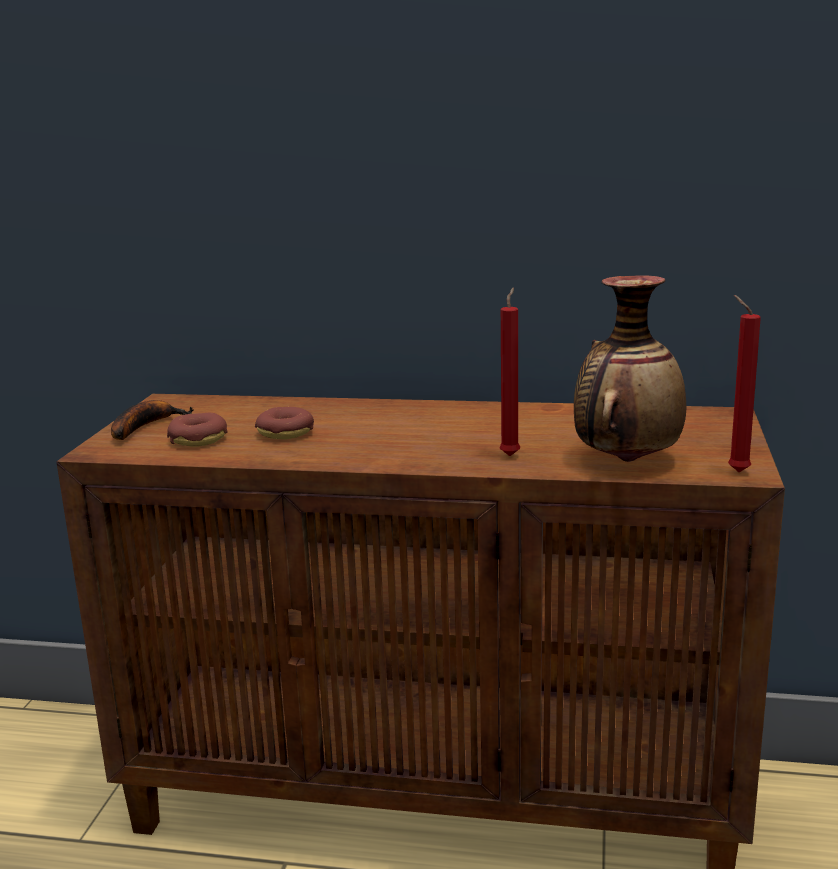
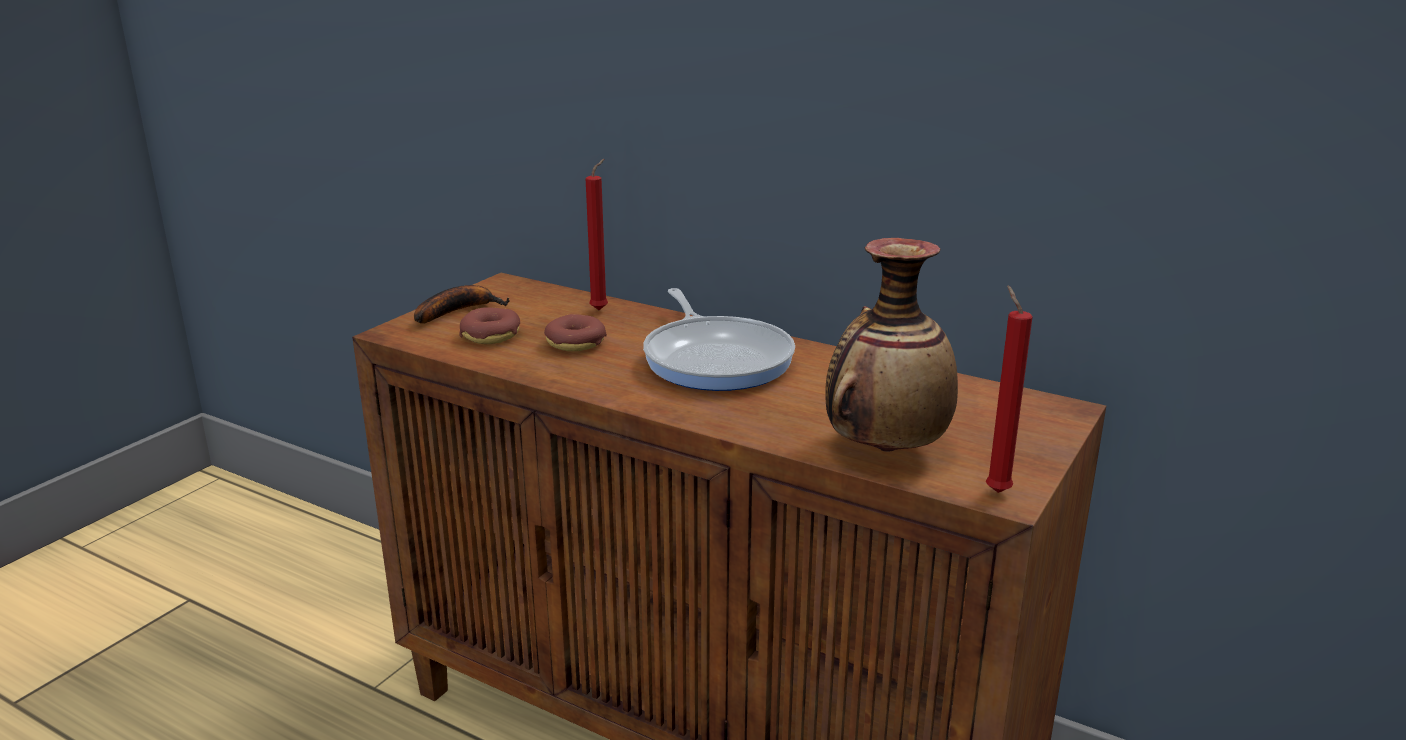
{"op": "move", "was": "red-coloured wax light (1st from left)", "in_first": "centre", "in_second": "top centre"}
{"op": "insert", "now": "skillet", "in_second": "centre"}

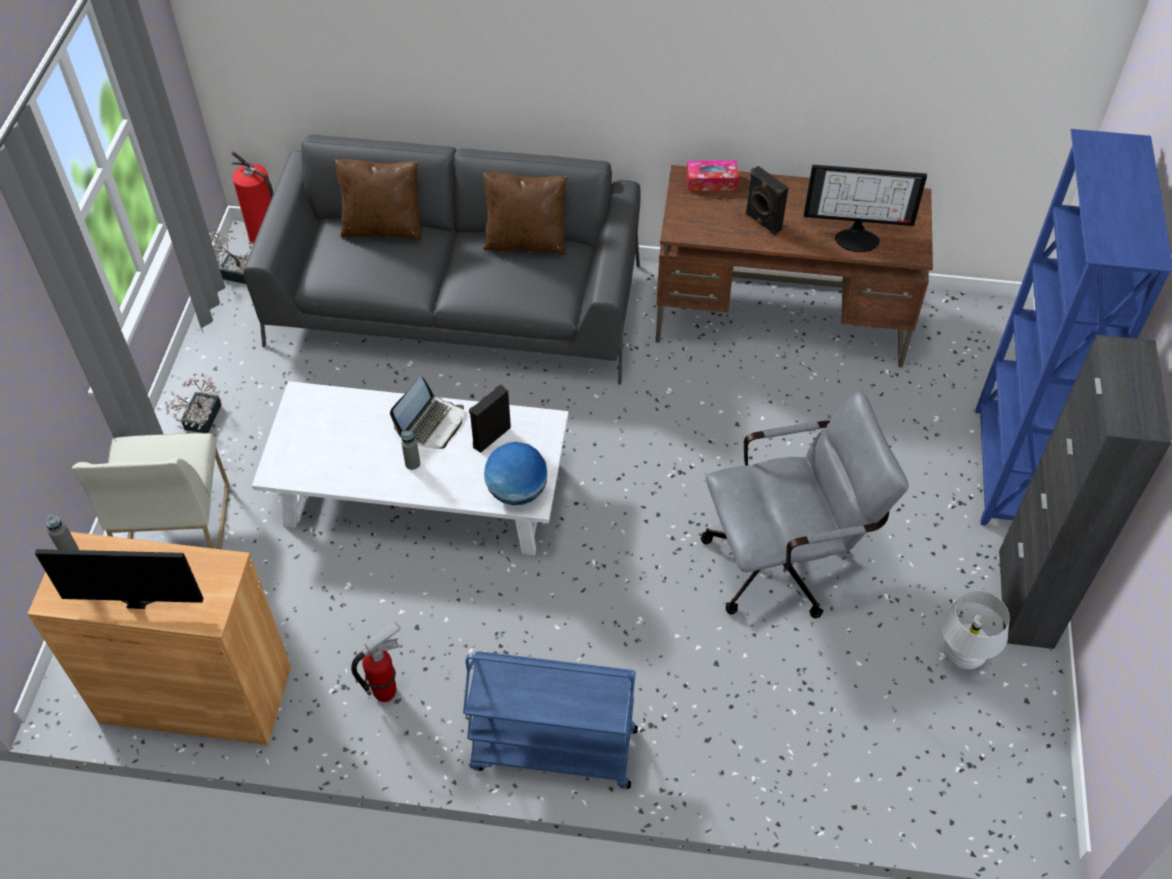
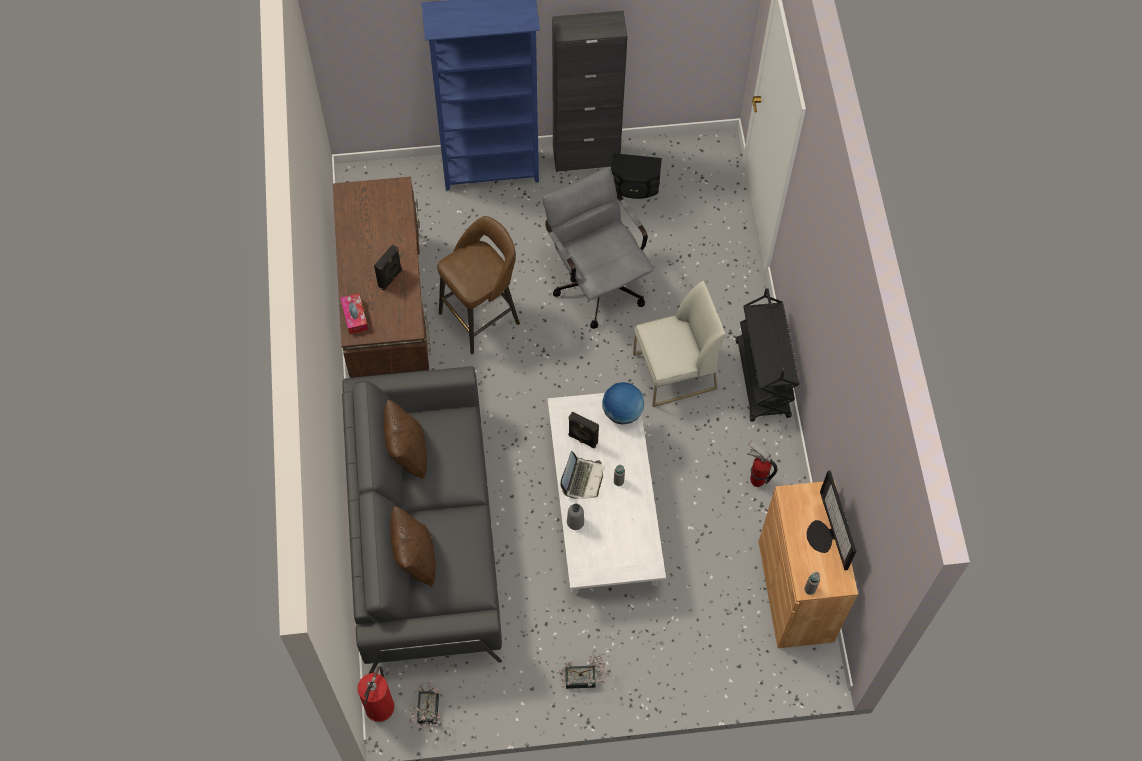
{"op": "move", "was": "white upright chair", "in_first": "middle left", "in_second": "centre"}
{"op": "rotate", "was": "portable computer", "in_first": "centre", "in_second": "centre", "clockwise": 90}
{"op": "recolor", "was": "blue wheeled cart", "now": "blackish wheeled cart", "in_first": "bottom centre", "in_second": "middle right"}
{"op": "delete", "was": "computer screen (2nd from left)", "in_first": "top right"}
{"op": "replace", "was": "white tabletop lamp", "now": "blackish speaker (3rd from left)", "in_first": "bottom right", "in_second": "top centre"}
{"op": "insert", "now": "brownish sitting stool", "in_second": "centre"}
{"op": "insert", "now": "gray drink bottle (1st from left)", "in_second": "bottom centre"}

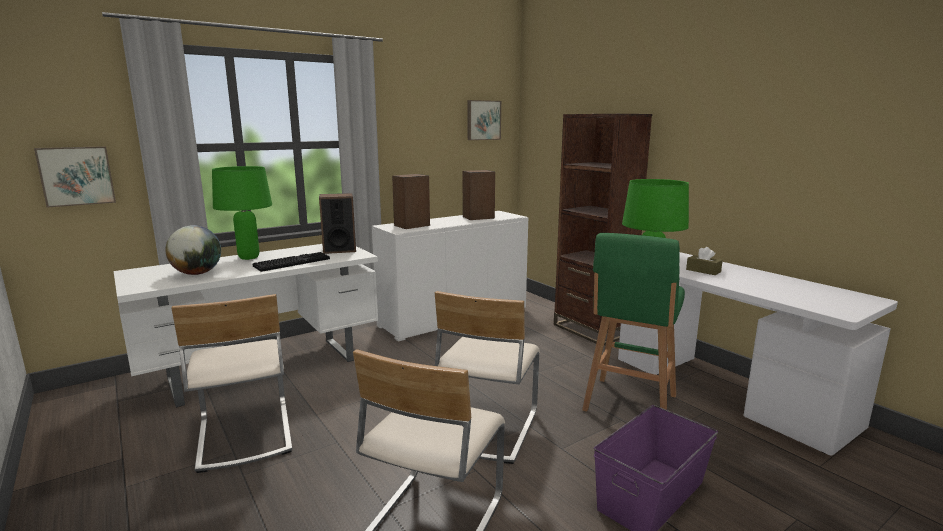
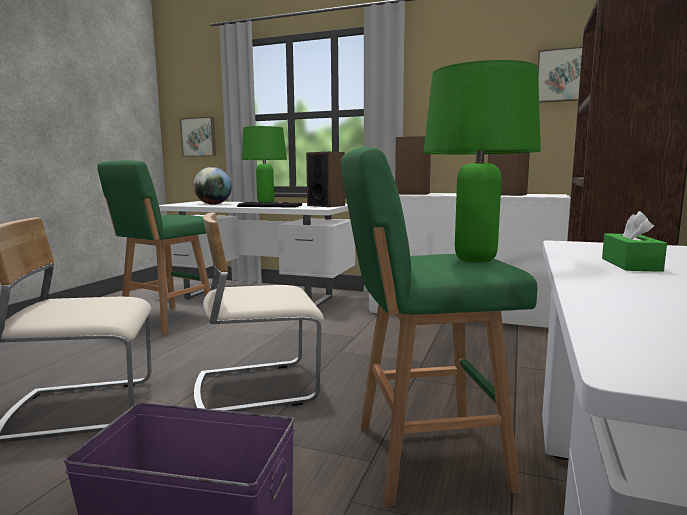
{"op": "replace", "was": "beige-coloured upright chair (1st from left)", "now": "green-coloured sitting stool (1st from left)", "in_first": "bottom left", "in_second": "middle left"}
{"op": "recolor", "was": "brownish tissue holder", "now": "green-coloured tissue holder", "in_first": "middle right", "in_second": "middle right"}

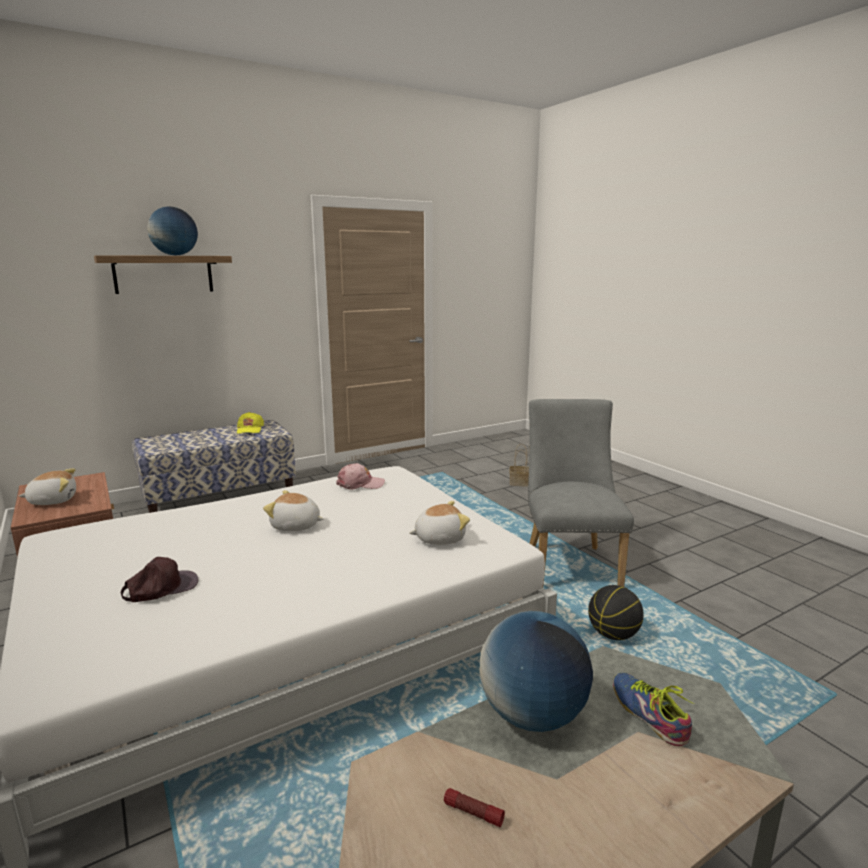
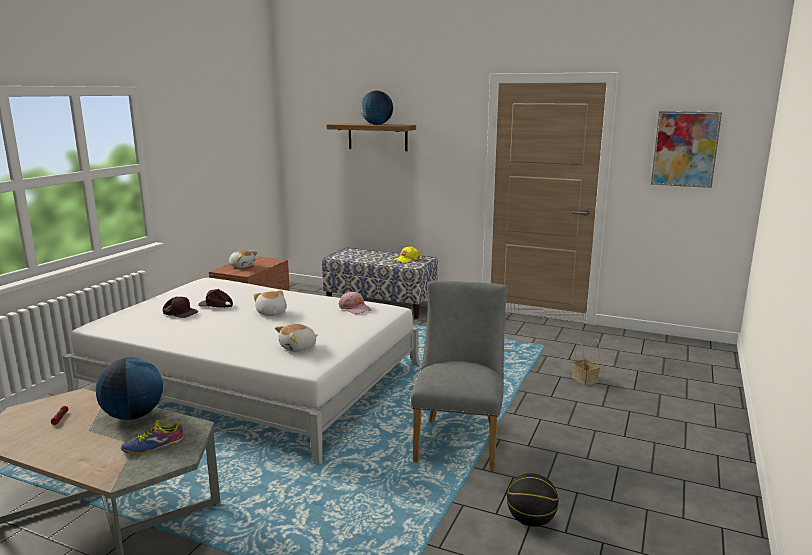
{"op": "rotate", "was": "soft toy (3rd from left)", "in_first": "centre", "in_second": "centre", "clockwise": 105}
{"op": "rotate", "was": "gray upright chair", "in_first": "middle right", "in_second": "bottom centre", "clockwise": -45}
{"op": "move", "was": "basketball", "in_first": "bottom right", "in_second": "bottom centre"}
{"op": "rotate", "was": "low shoe", "in_first": "bottom right", "in_second": "bottom left", "clockwise": -150}
{"op": "insert", "now": "brownish baseball cap (2nd from left)", "in_second": "middle left"}
{"op": "insert", "now": "wall art", "in_second": "top right"}

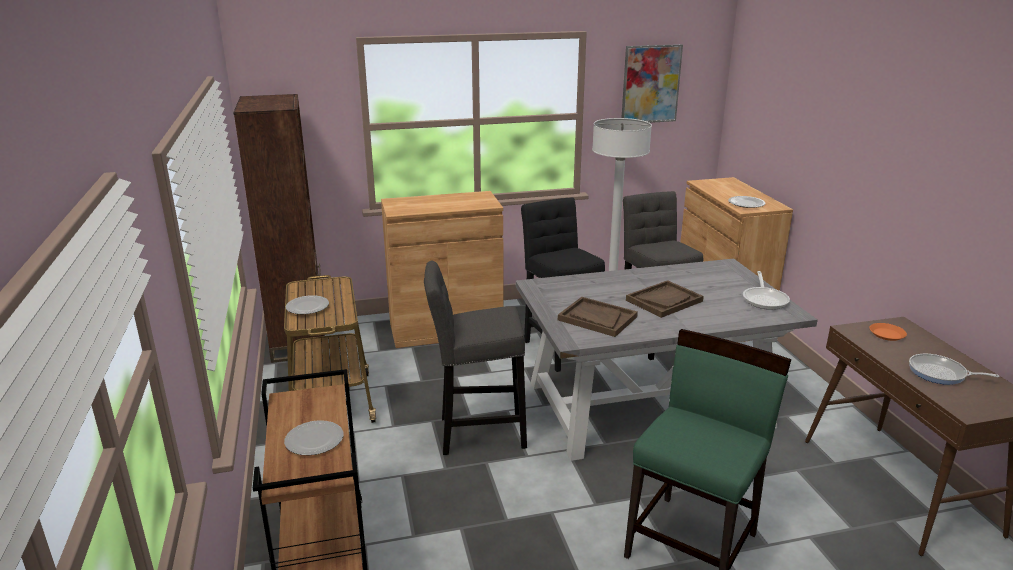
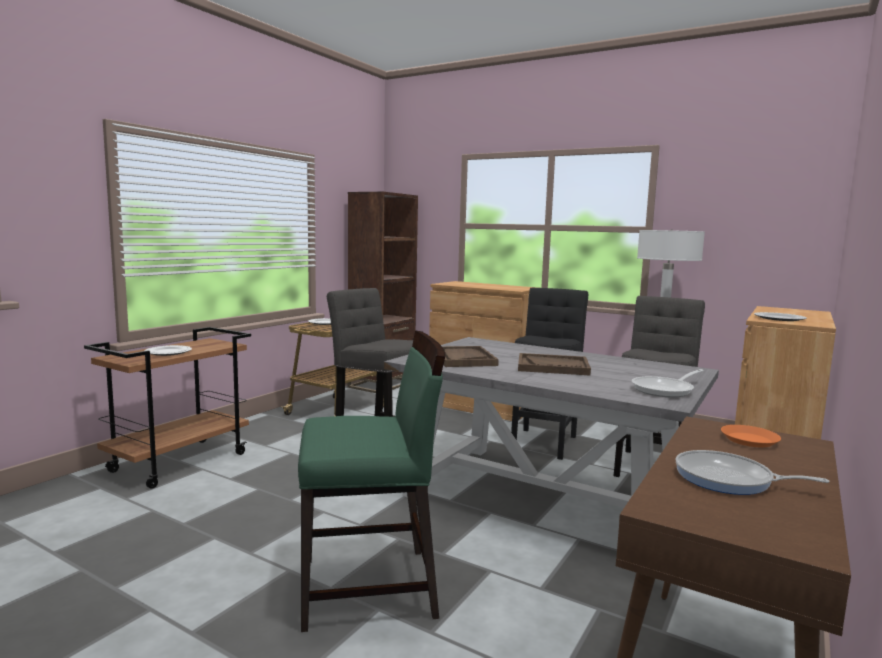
{"op": "delete", "was": "wall art", "in_first": "top centre"}
{"op": "rotate", "was": "skillet (2nd from left)", "in_first": "middle right", "in_second": "bottom right", "clockwise": -45}

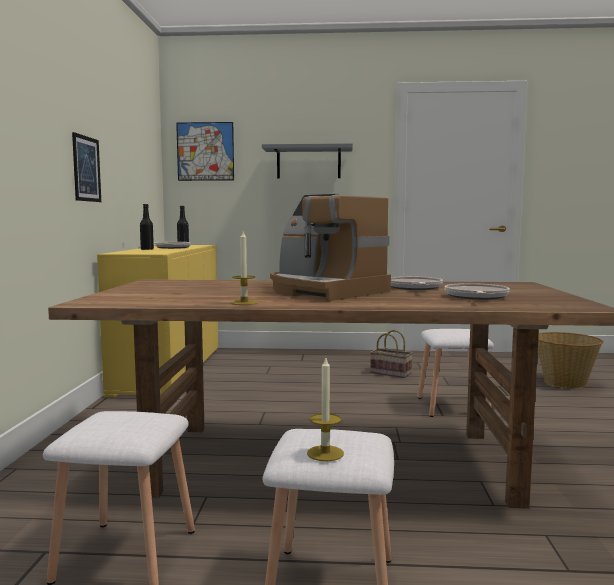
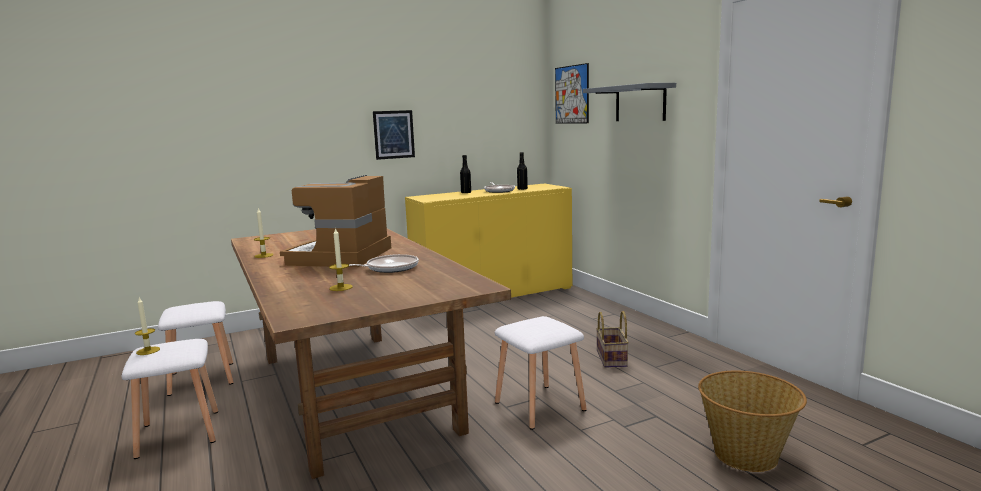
{"op": "replace", "was": "skillet (3rd from left)", "now": "wax light (3rd from left)", "in_first": "middle right", "in_second": "centre"}

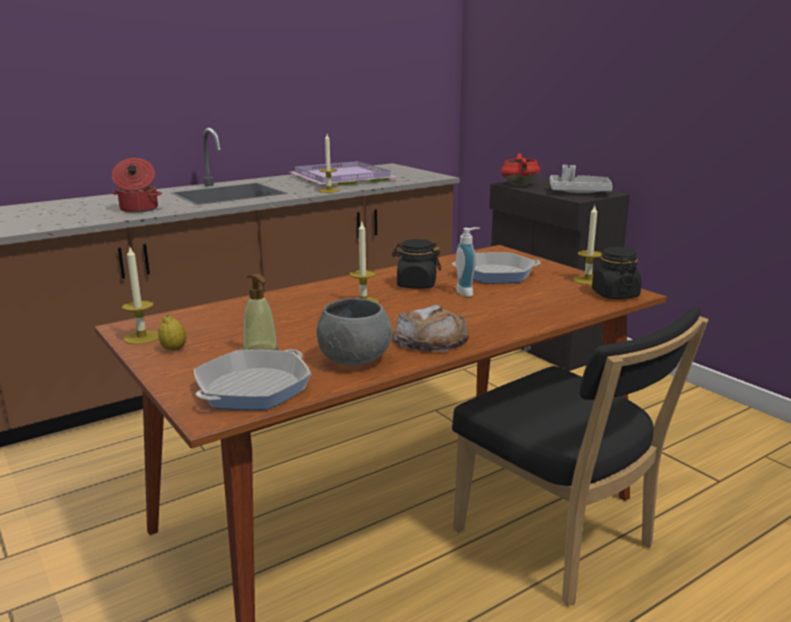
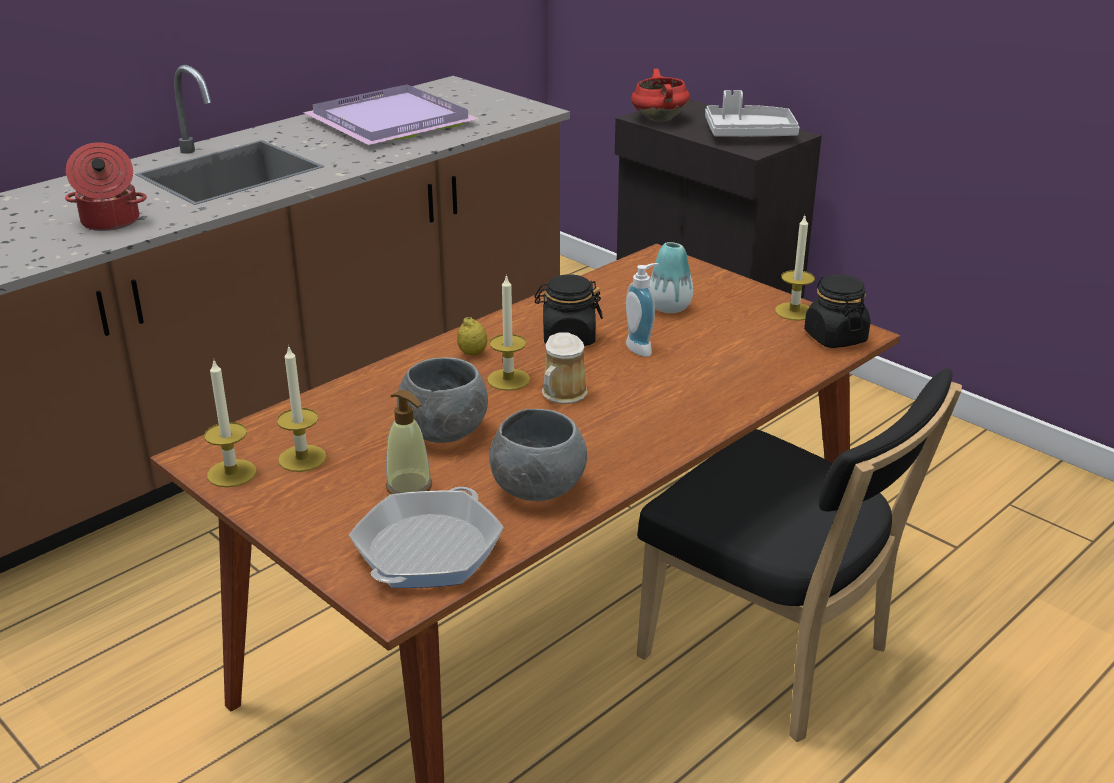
{"op": "move", "was": "citrus fruit", "in_first": "middle left", "in_second": "centre"}
{"op": "move", "was": "wax light (2nd from left)", "in_first": "top centre", "in_second": "middle left"}
{"op": "delete", "was": "bread", "in_first": "centre"}
{"op": "replace", "was": "skillet (2nd from left)", "now": "flower vase", "in_first": "centre", "in_second": "centre"}
{"op": "insert", "now": "gray deep dish (1st from left)", "in_second": "centre"}
{"op": "insert", "now": "mug", "in_second": "centre"}

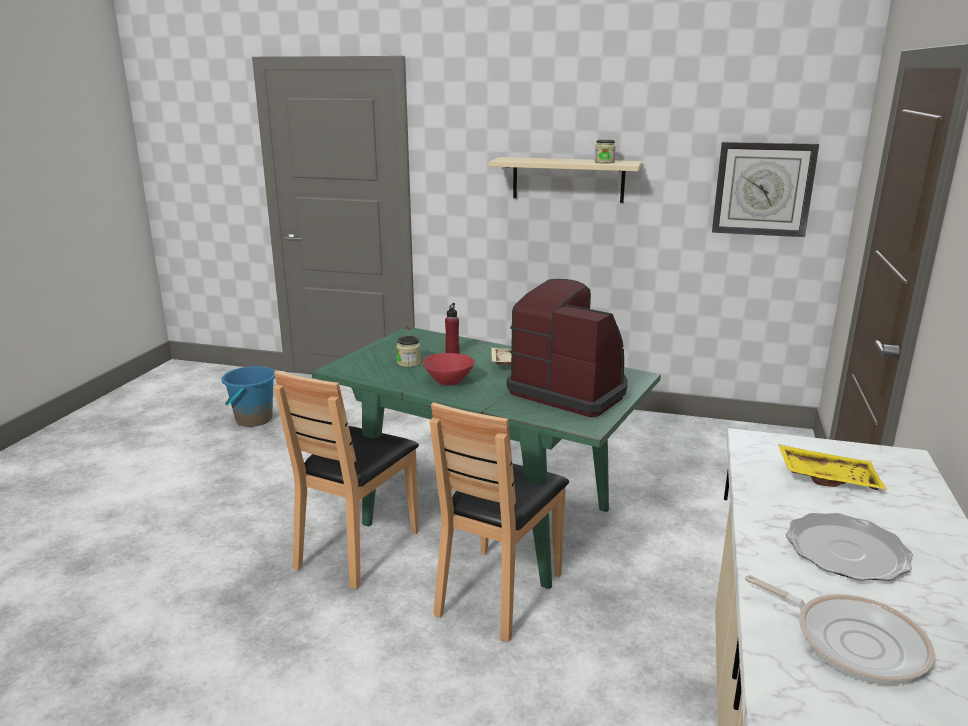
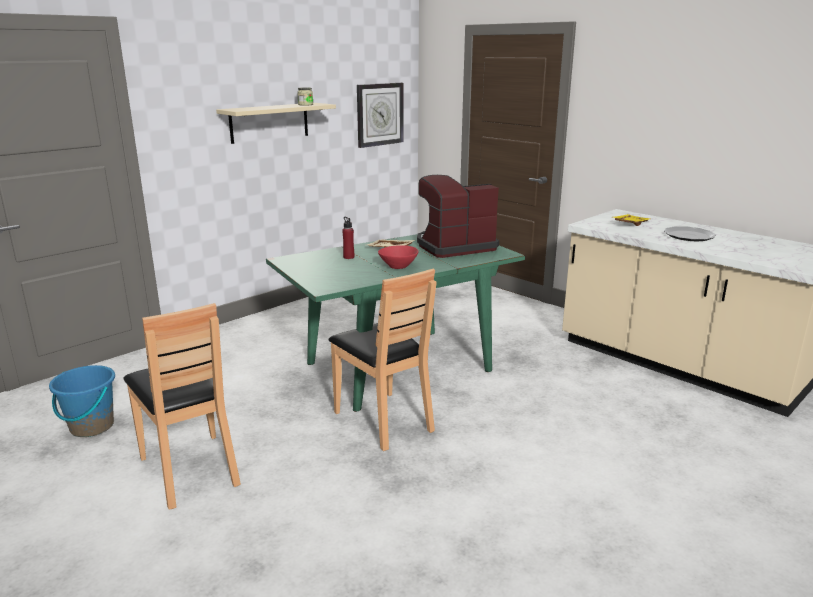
{"op": "delete", "was": "jar (1st from left)", "in_first": "centre"}
{"op": "move", "was": "brownish upright chair (2nd from left in the first image)", "now": "brownish upright chair (1st from left)", "in_first": "bottom centre", "in_second": "bottom left"}
{"op": "delete", "was": "skillet", "in_first": "bottom right"}

